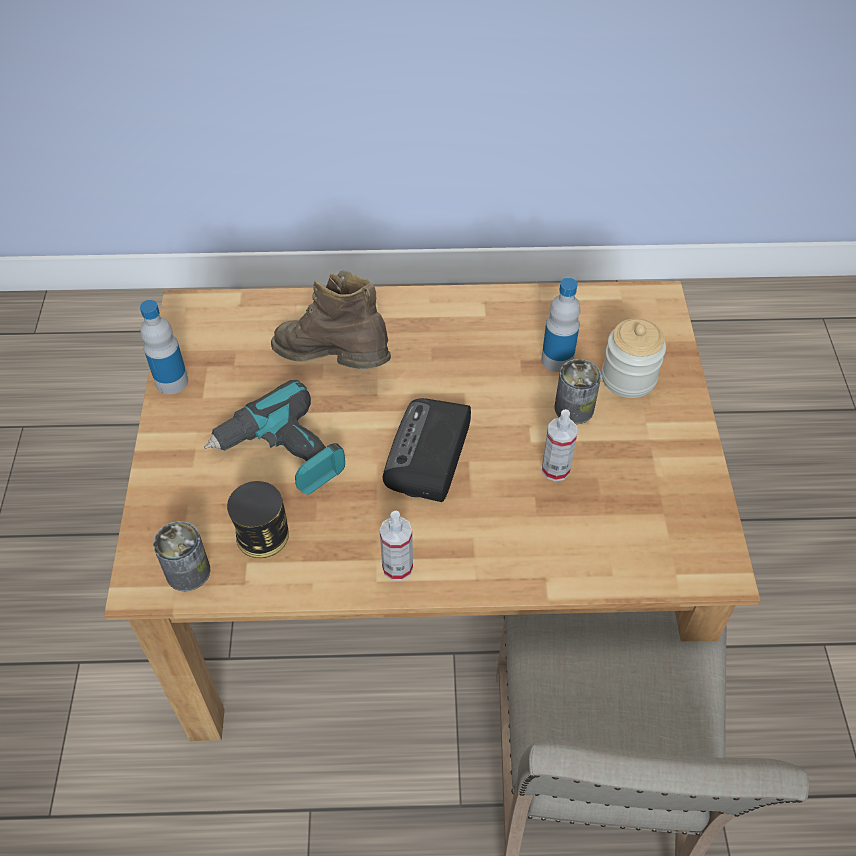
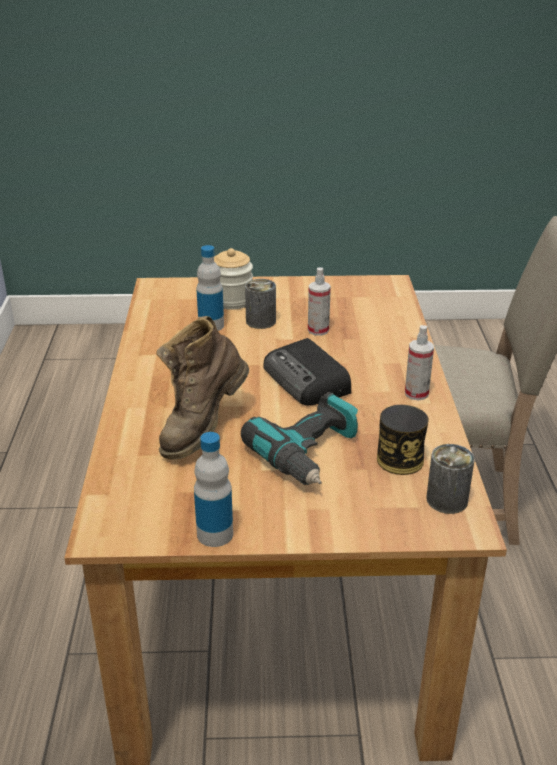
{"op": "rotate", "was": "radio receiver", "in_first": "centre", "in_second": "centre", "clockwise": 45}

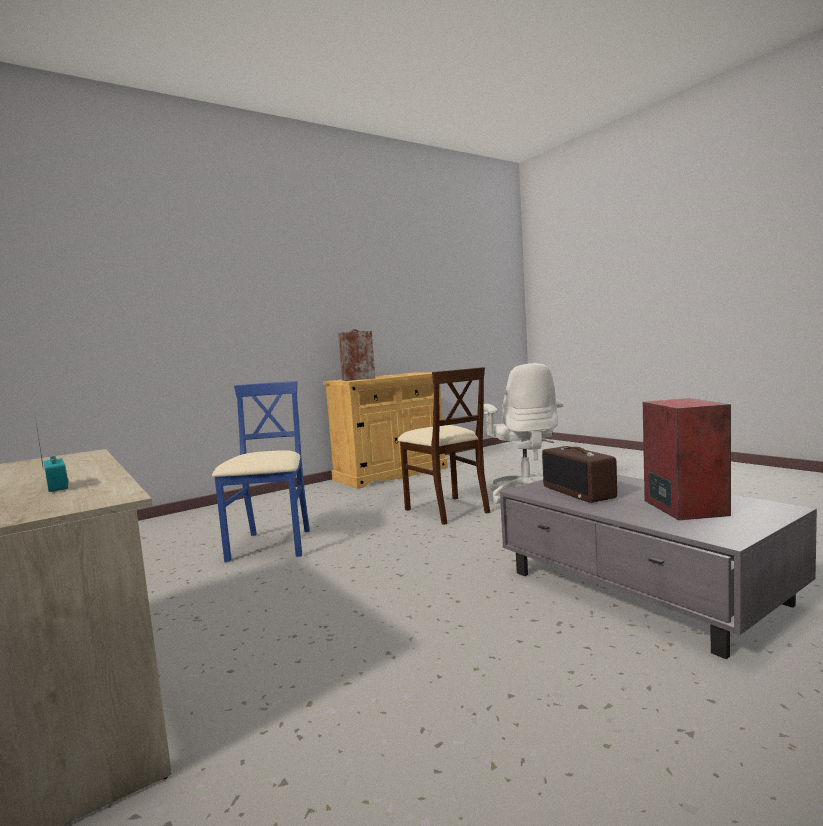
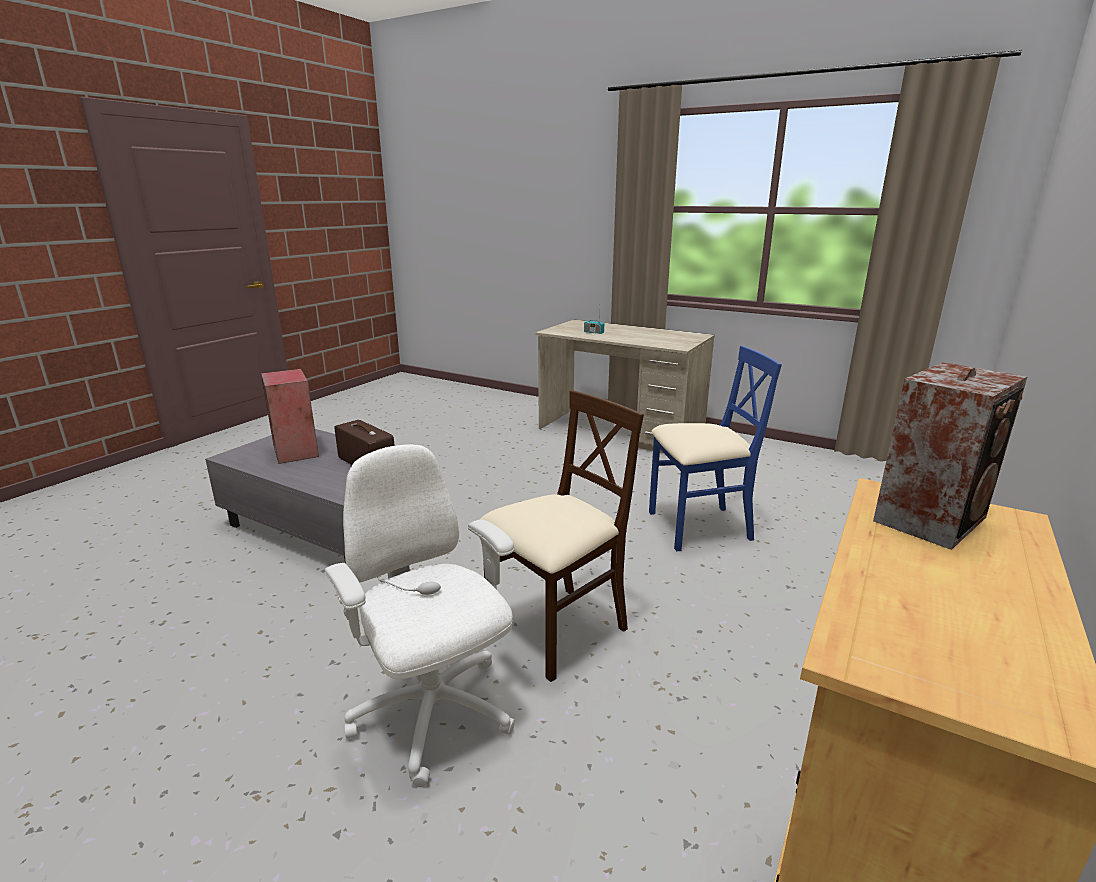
{"op": "rotate", "was": "blue upright chair", "in_first": "middle left", "in_second": "centre", "clockwise": -75}
{"op": "rotate", "was": "beige-coloured upright chair", "in_first": "centre", "in_second": "centre", "clockwise": 105}

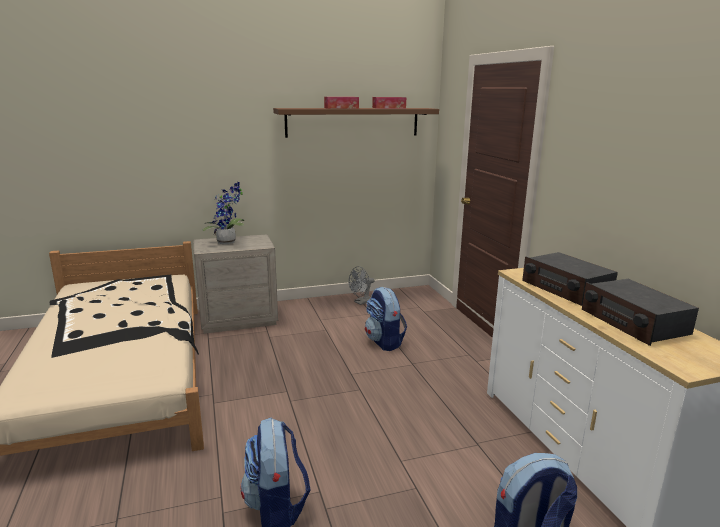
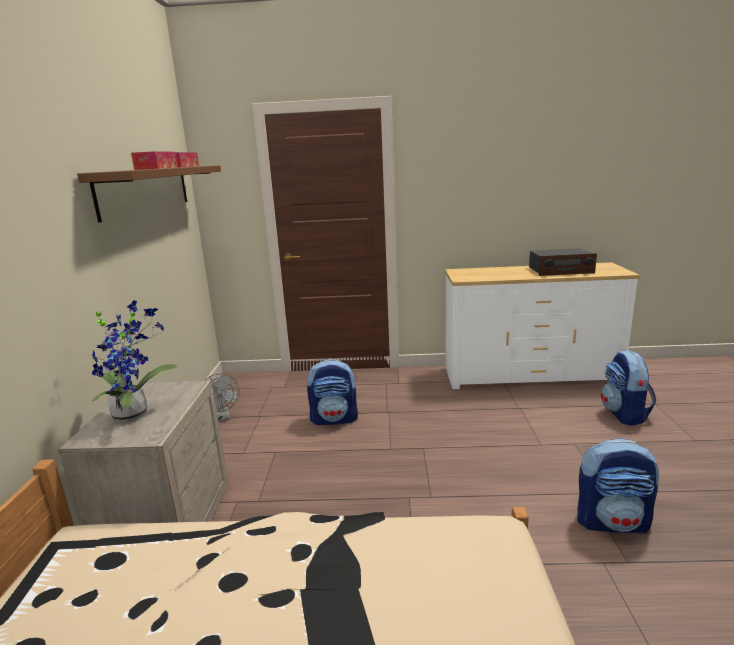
{"op": "delete", "was": "radio receiver (1st from left)", "in_first": "middle right"}

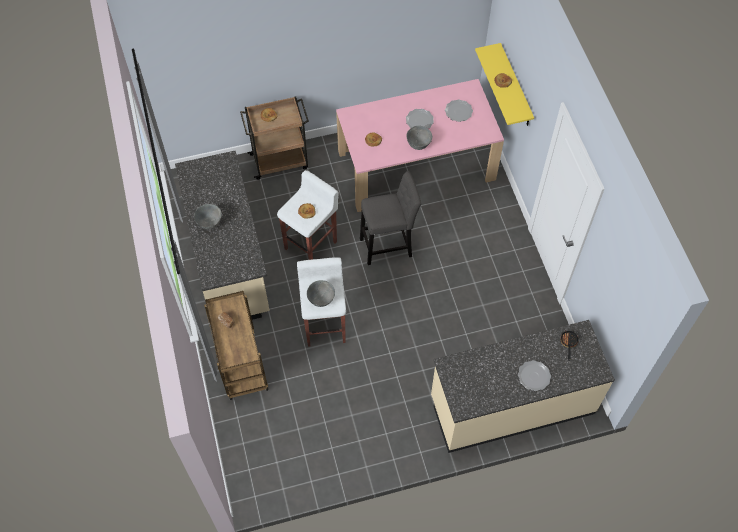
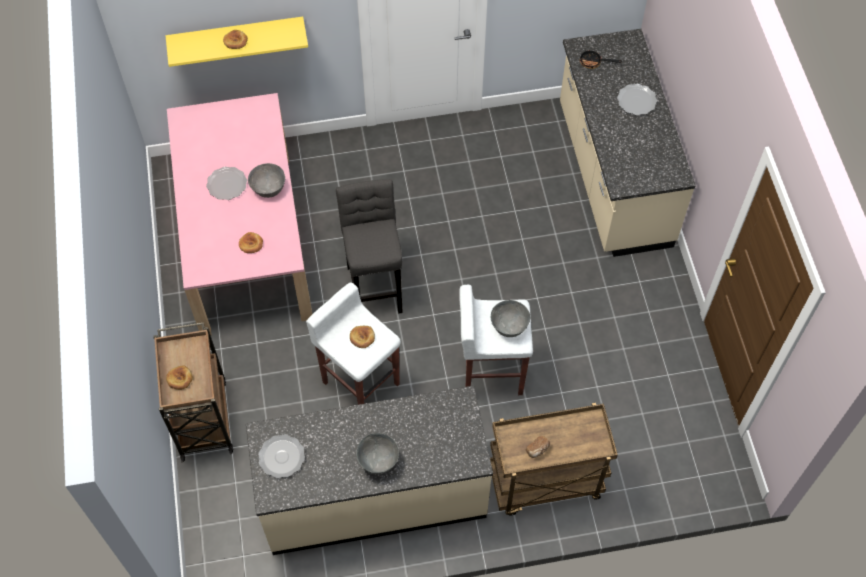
{"op": "move", "was": "plate (2nd from left)", "in_first": "top centre", "in_second": "bottom left"}

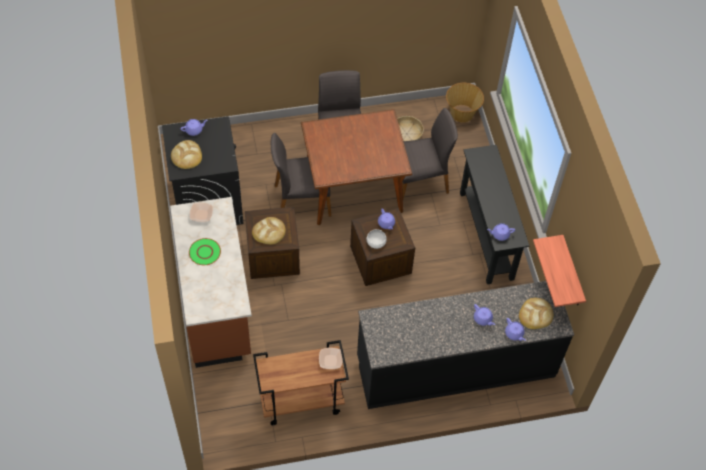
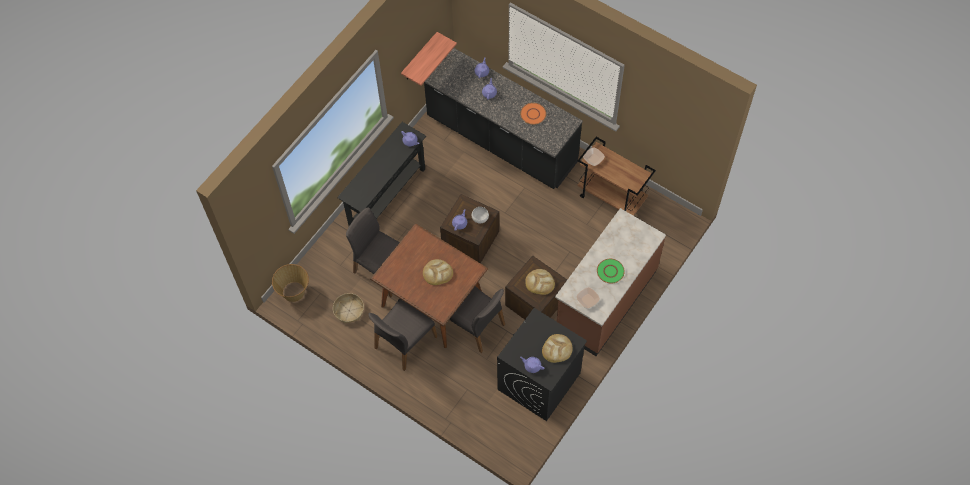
{"op": "move", "was": "bread (3rd from left in the first image)", "now": "bread (1st from left)", "in_first": "middle right", "in_second": "centre"}
{"op": "insert", "now": "orange plate", "in_second": "top centre"}

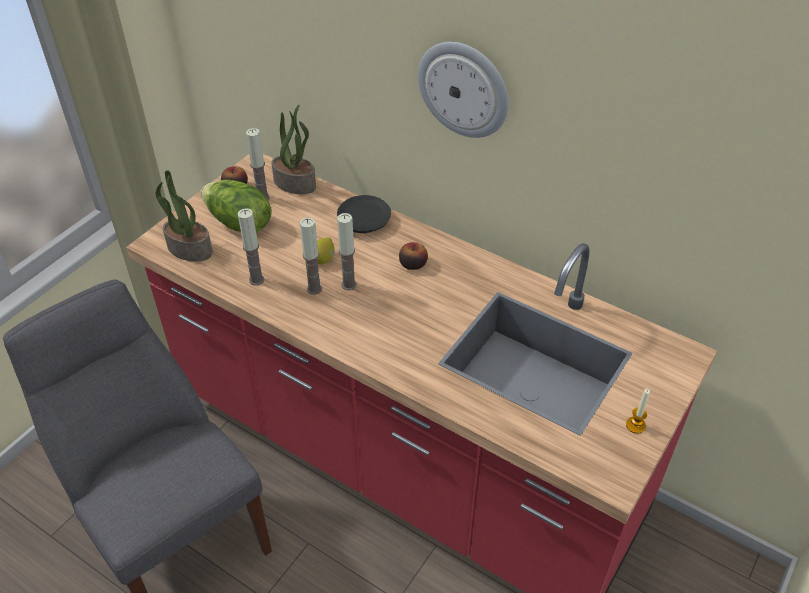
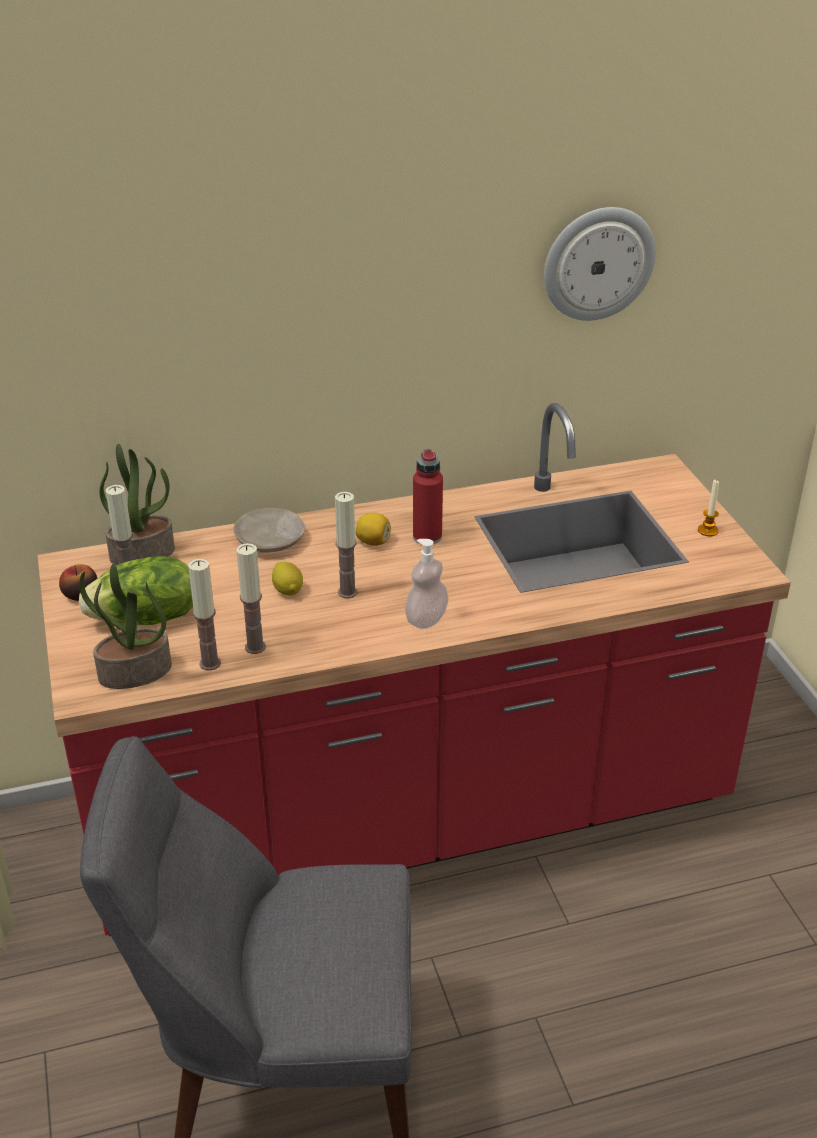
{"op": "move", "was": "wax light (3rd from left in the first image)", "now": "wax light (2nd from left)", "in_first": "centre", "in_second": "middle left"}
{"op": "recolor", "was": "blackish plate", "now": "beige-coloured plate", "in_first": "centre", "in_second": "middle left"}
{"op": "replace", "was": "apple (2nd from left)", "now": "citrus fruit (2nd from left)", "in_first": "centre", "in_second": "centre"}
{"op": "move", "was": "hanging clock", "in_first": "top centre", "in_second": "top right"}
{"op": "insert", "now": "liquid soap bottle", "in_second": "centre"}
{"op": "insert", "now": "red-coloured drink bottle", "in_second": "centre"}

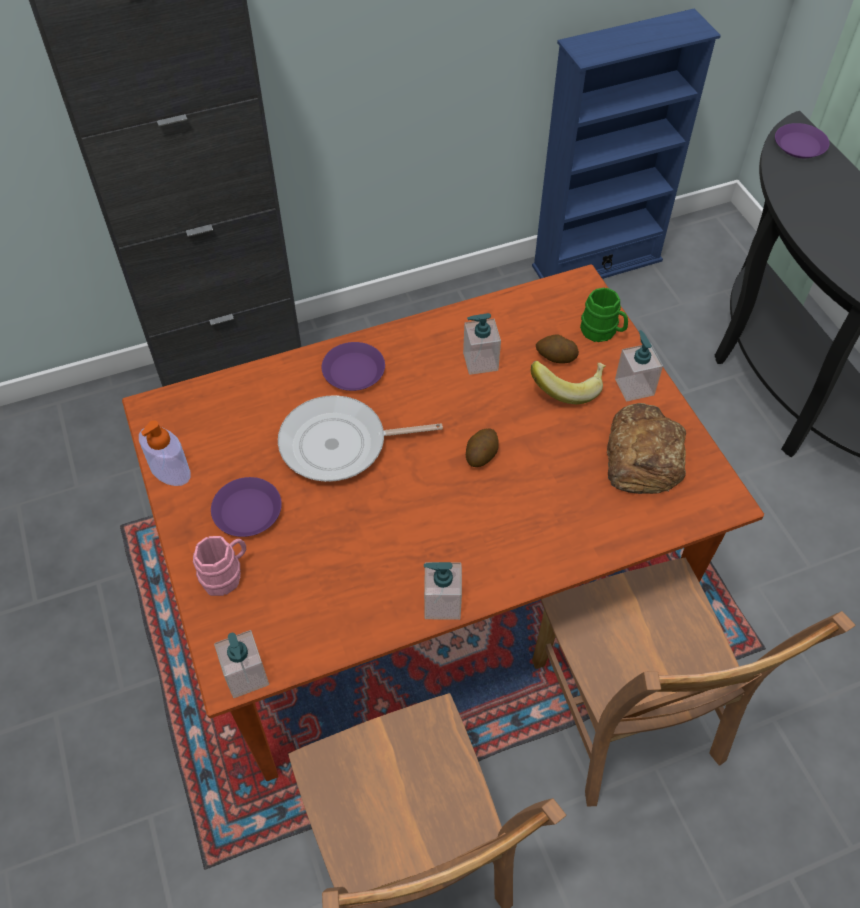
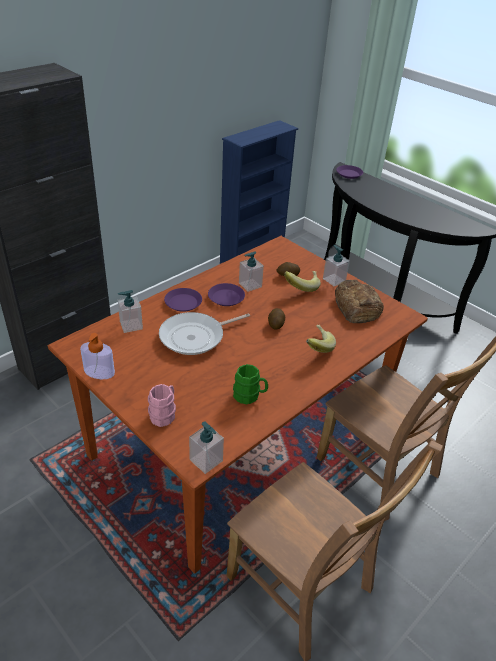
{"op": "move", "was": "purple-coloured plate (1st from left in the first image)", "now": "purple-coloured plate (2nd from left)", "in_first": "middle left", "in_second": "centre"}
{"op": "move", "was": "liquid soap bottle (3rd from left in the first image)", "now": "liquid soap bottle (2nd from left)", "in_first": "centre", "in_second": "middle left"}
{"op": "move", "was": "green-coloured mug", "in_first": "middle right", "in_second": "centre"}
{"op": "insert", "now": "whole banana (2nd from left)", "in_second": "centre"}

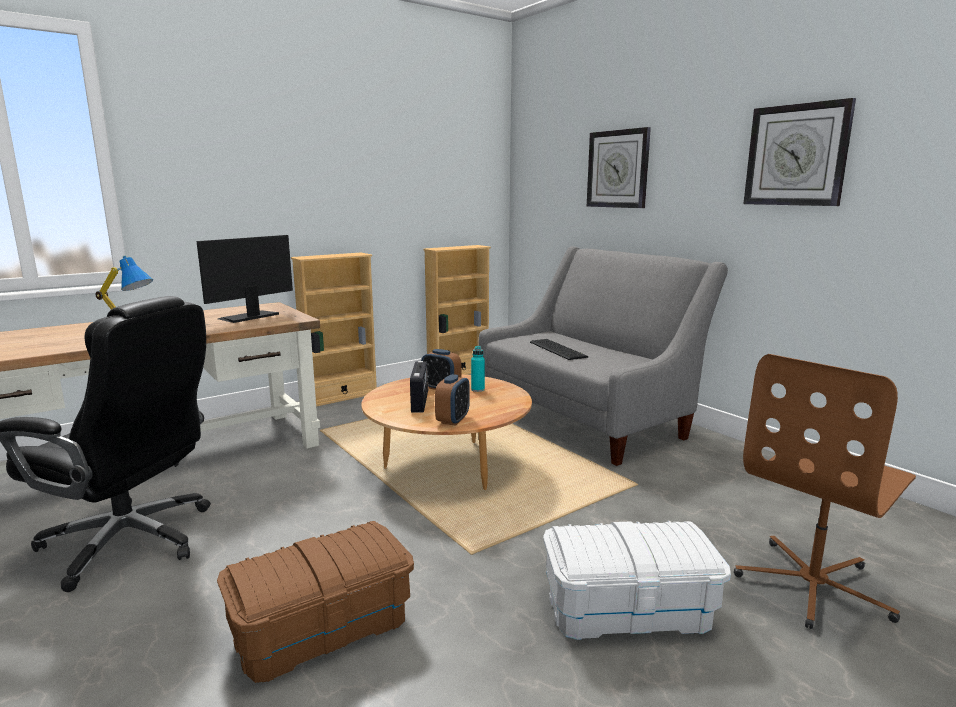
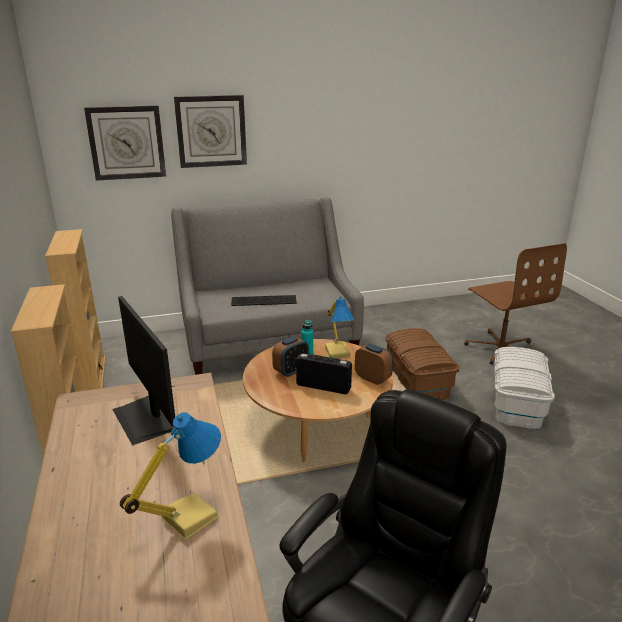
{"op": "move", "was": "brownish storage box", "in_first": "bottom left", "in_second": "middle right"}
{"op": "move", "was": "hanging clock (2nd from left in the first image)", "now": "hanging clock (1st from left)", "in_first": "top right", "in_second": "top left"}
{"op": "insert", "now": "tabletop lamp (2nd from left)", "in_second": "centre"}

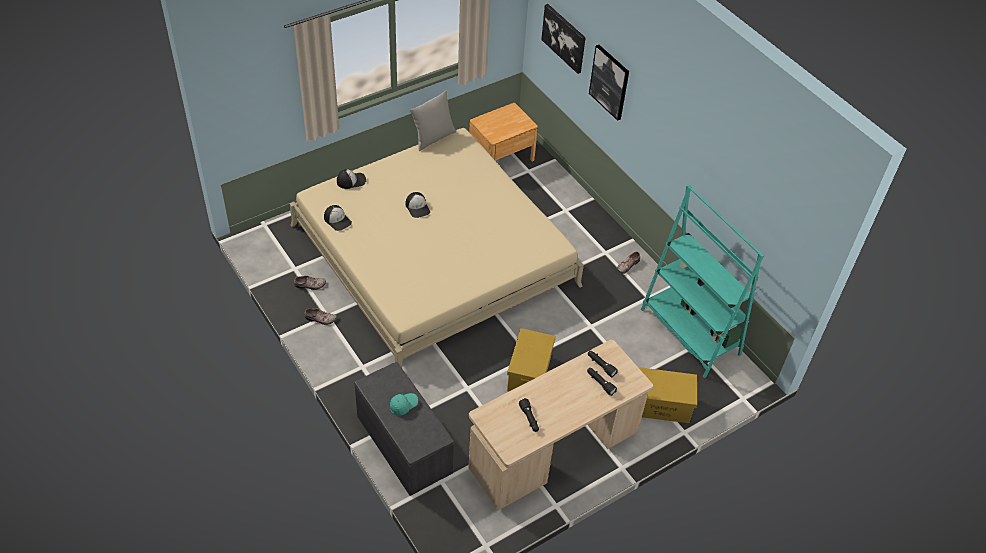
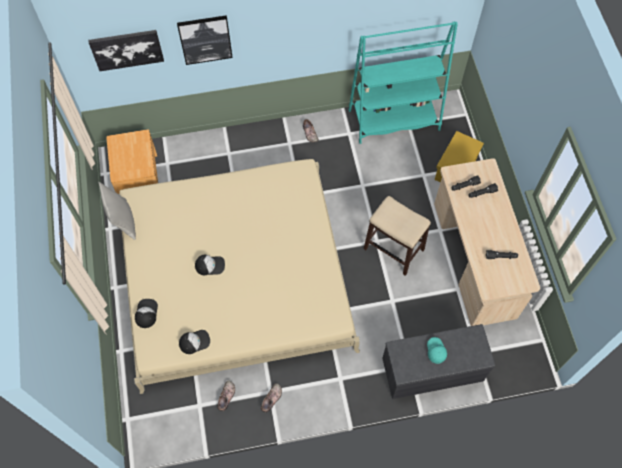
{"op": "replace", "was": "yellowish storage box (1st from left)", "now": "sitting stool", "in_first": "centre", "in_second": "centre"}

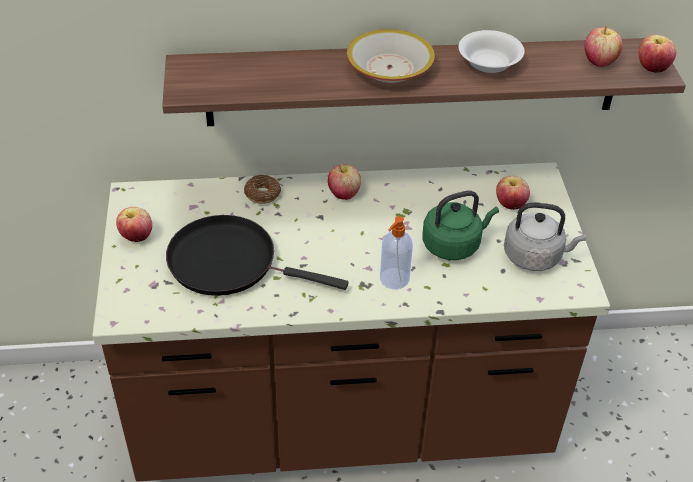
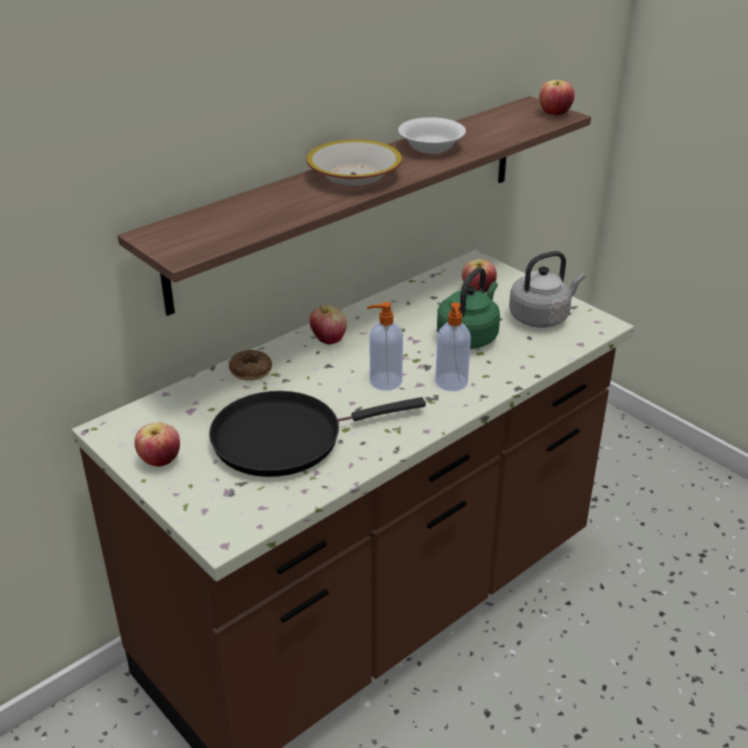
{"op": "delete", "was": "apple (4th from left)", "in_first": "top right"}
{"op": "insert", "now": "liquid soap bottle (1st from left)", "in_second": "centre"}

